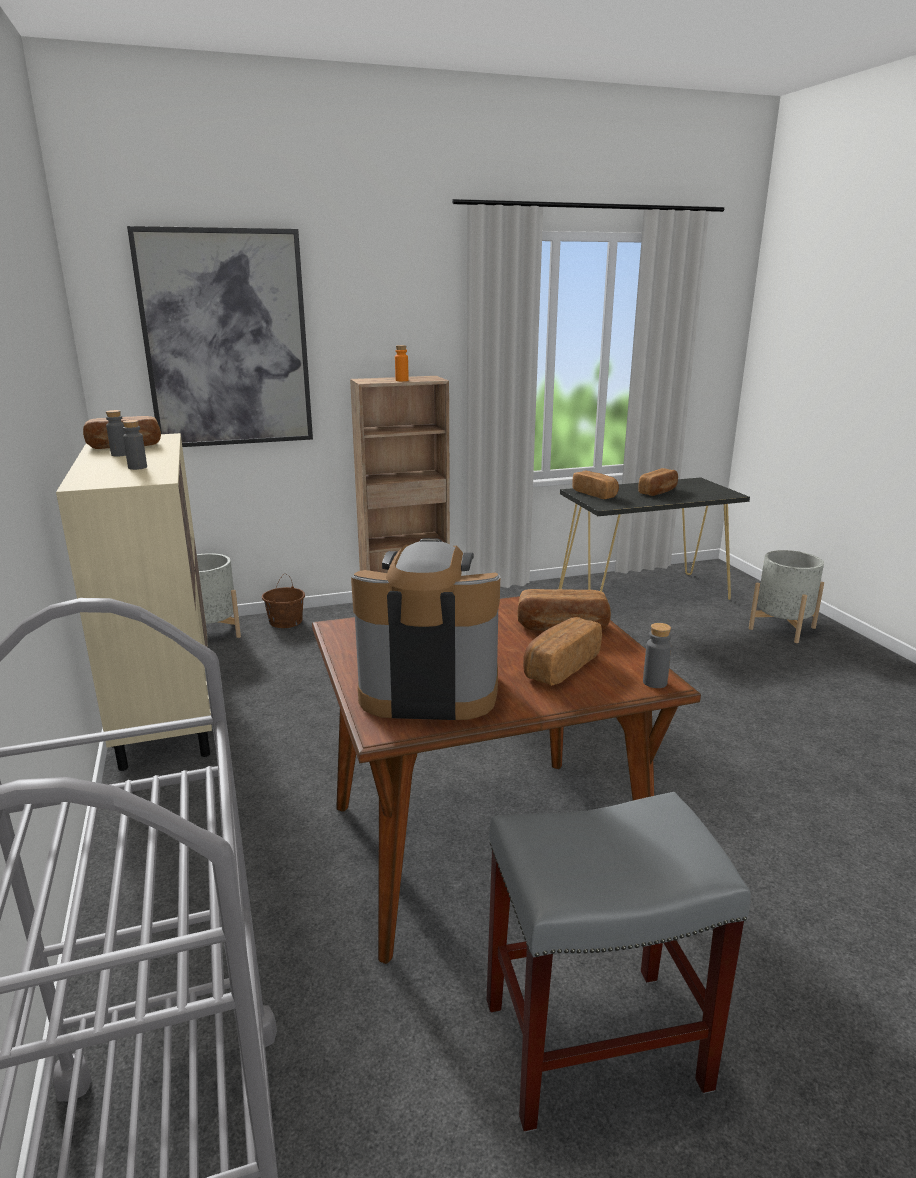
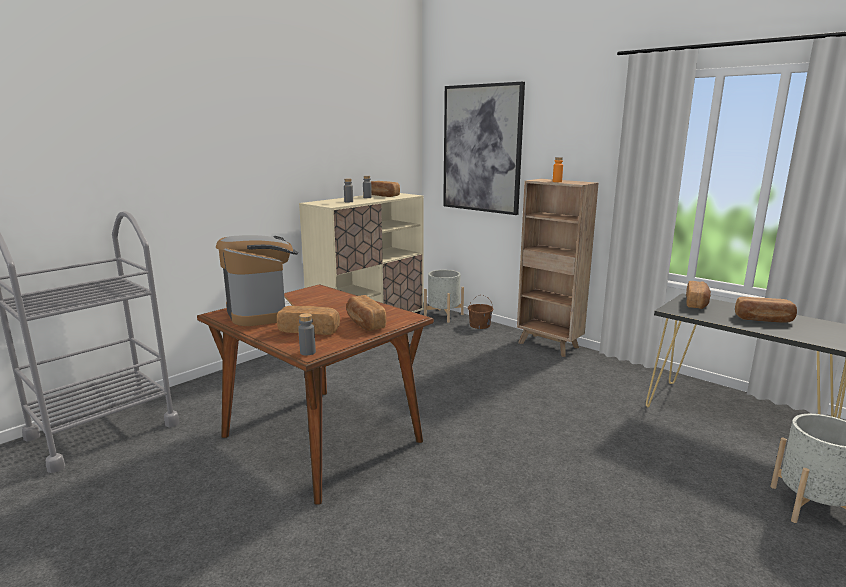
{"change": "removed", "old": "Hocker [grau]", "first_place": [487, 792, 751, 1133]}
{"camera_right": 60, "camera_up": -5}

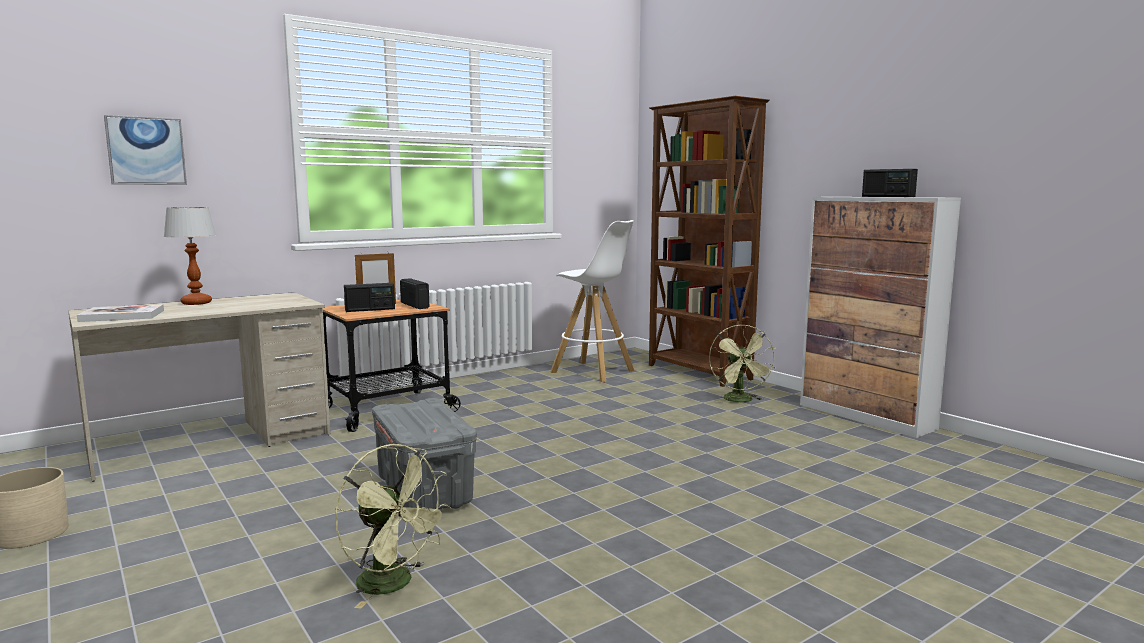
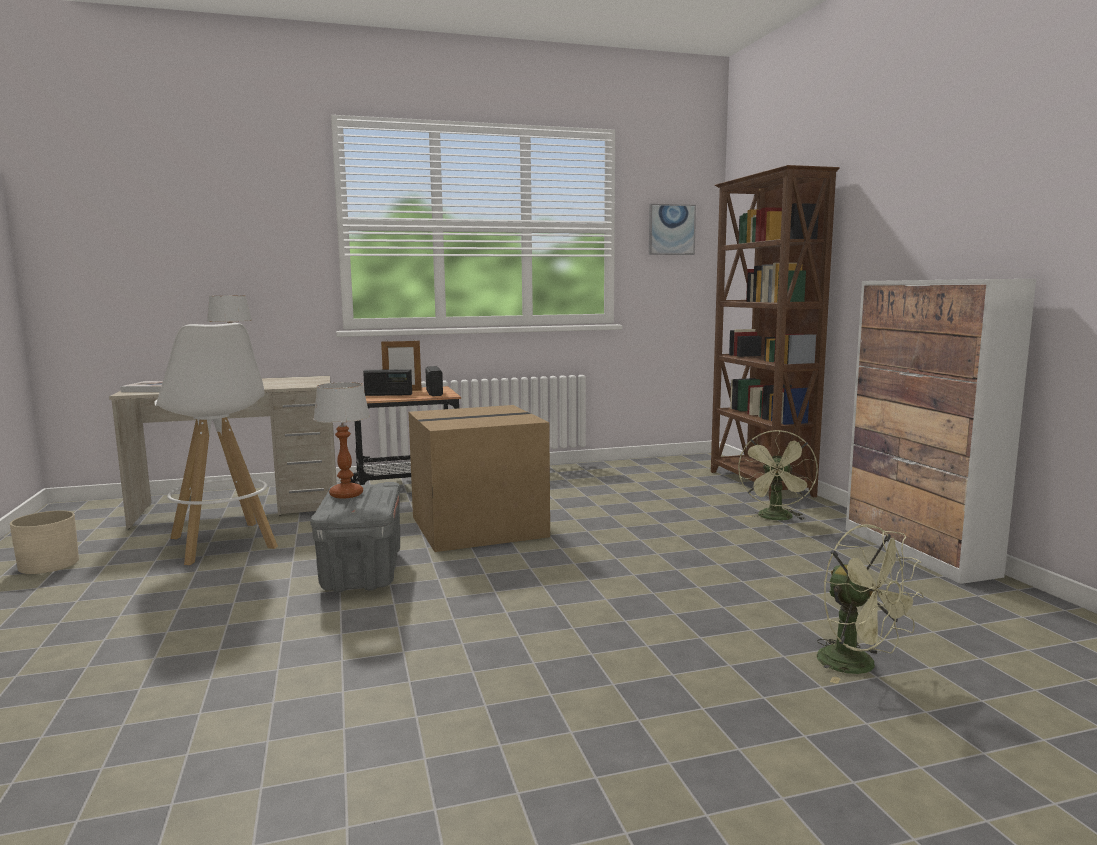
{"change": "moved", "old": "Hocker [weiß]", "first_place": [550, 220, 635, 382], "second_place": [154, 323, 278, 565]}
{"change": "added", "new": "Tischlampe", "second_place": [313, 382, 370, 498]}
{"change": "added", "new": "Karton", "second_place": [408, 405, 550, 552]}
{"change": "moved", "old": "Bild", "first_place": [104, 115, 187, 185], "second_place": [649, 204, 696, 255]}
{"change": "moved", "old": "Ventilator [grün]", "first_place": [335, 444, 451, 609], "second_place": [817, 524, 924, 684]}
{"change": "removed", "old": "Radio", "first_place": [862, 169, 918, 197]}
{"camera_right": 20, "camera_up": 0}

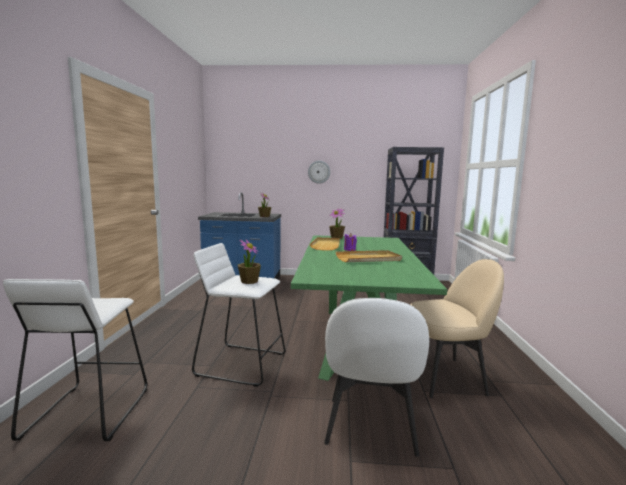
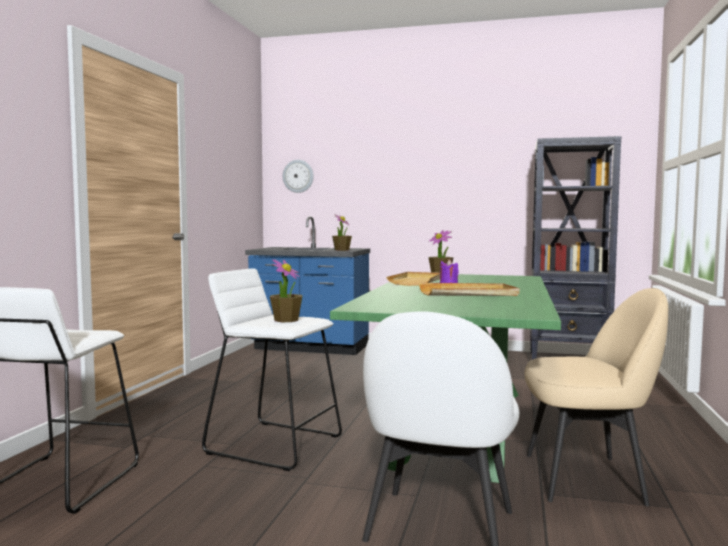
{"change": "moved", "old": "Wanduhr", "first_place": [308, 161, 330, 184], "second_place": [283, 160, 314, 193]}
{"camera_right": 10, "camera_up": -5}

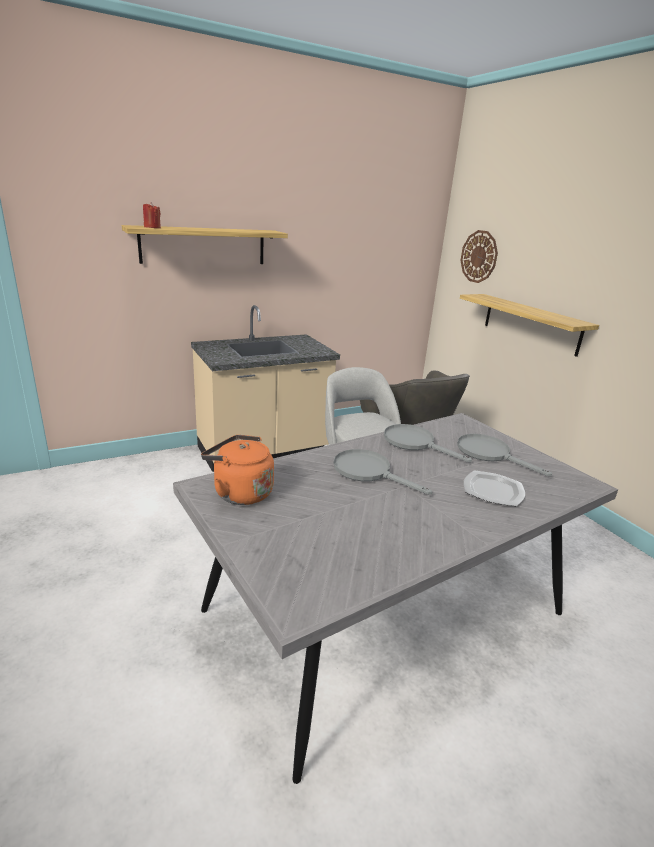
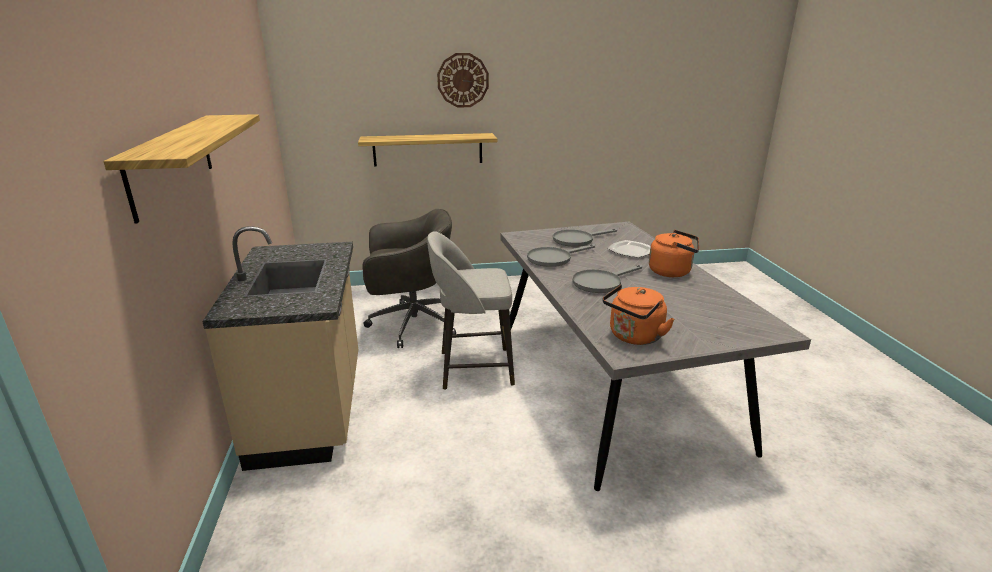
{"change": "moved", "old": "Wanduhr", "first_place": [460, 230, 498, 283], "second_place": [437, 53, 489, 108]}
{"change": "added", "new": "Wasserkessel [orange]", "second_place": [649, 230, 699, 277]}
{"change": "removed", "old": "Kerze [rot]", "first_place": [143, 202, 161, 228]}
{"camera_right": -70, "camera_up": 0}

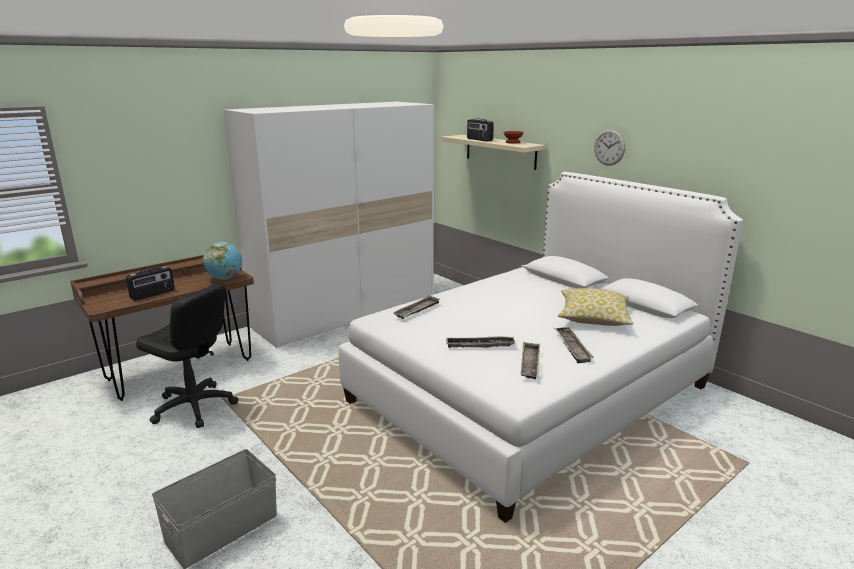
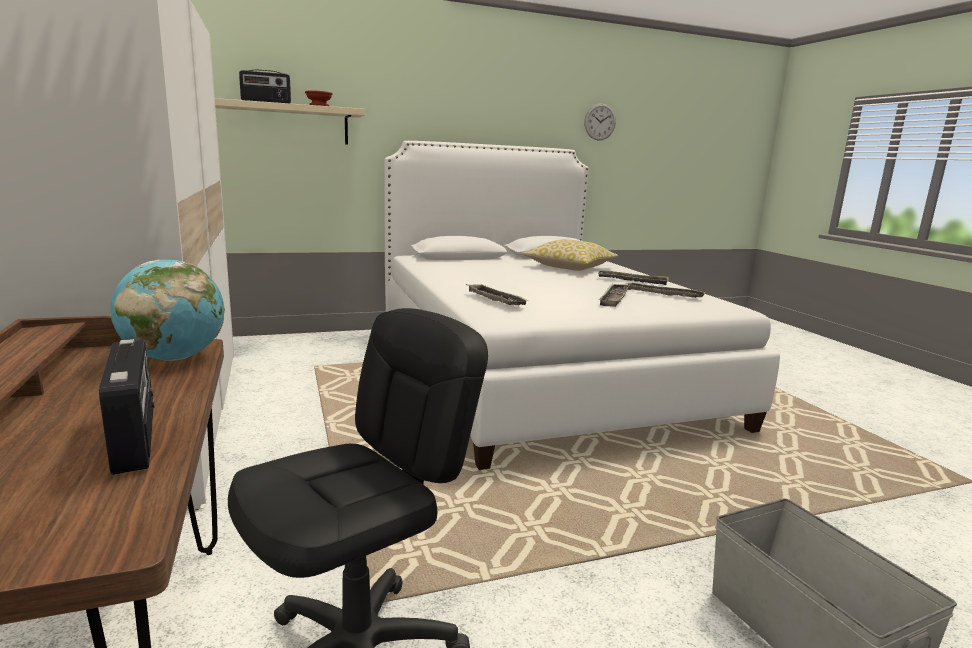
{"change": "moved", "old": "Wanduhr", "first_place": [594, 129, 625, 166], "second_place": [584, 103, 616, 141]}
{"camera_right": -70, "camera_up": -5}

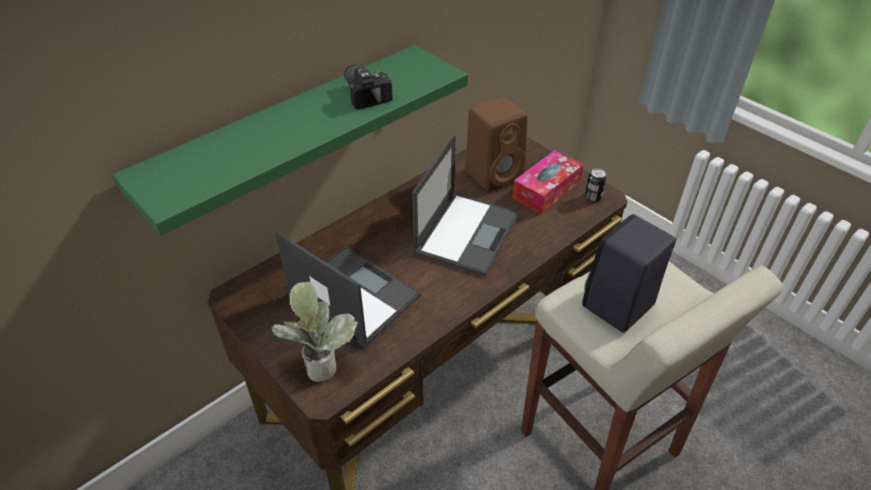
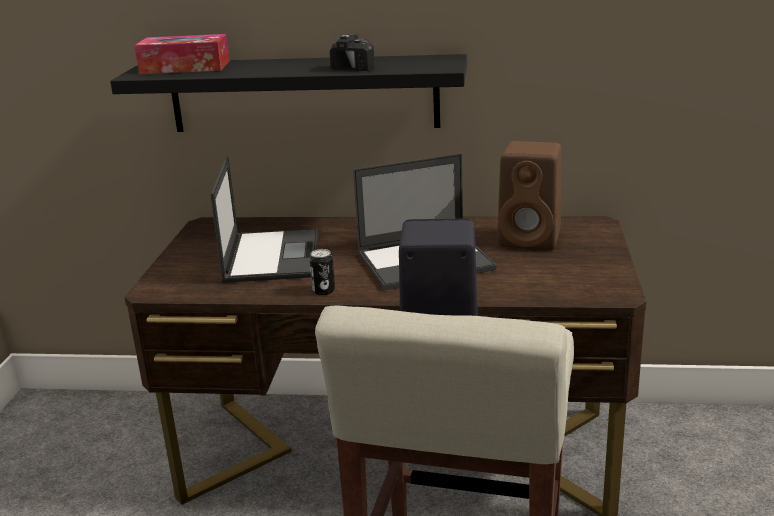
{"change": "recoloured", "old": "Wandregal [grün]", "new": "Wandregal [schwarz]", "first_place": [112, 45, 468, 236], "second_place": [110, 54, 467, 132]}
{"change": "moved", "old": "Taschentuchbox", "first_place": [512, 150, 584, 214], "second_place": [134, 34, 229, 74]}
{"change": "moved", "old": "Dose", "first_place": [585, 168, 607, 202], "second_place": [309, 249, 335, 295]}
{"change": "removed", "old": "Topfpflanze", "first_place": [271, 282, 358, 382]}
{"camera_right": 50, "camera_up": -20}

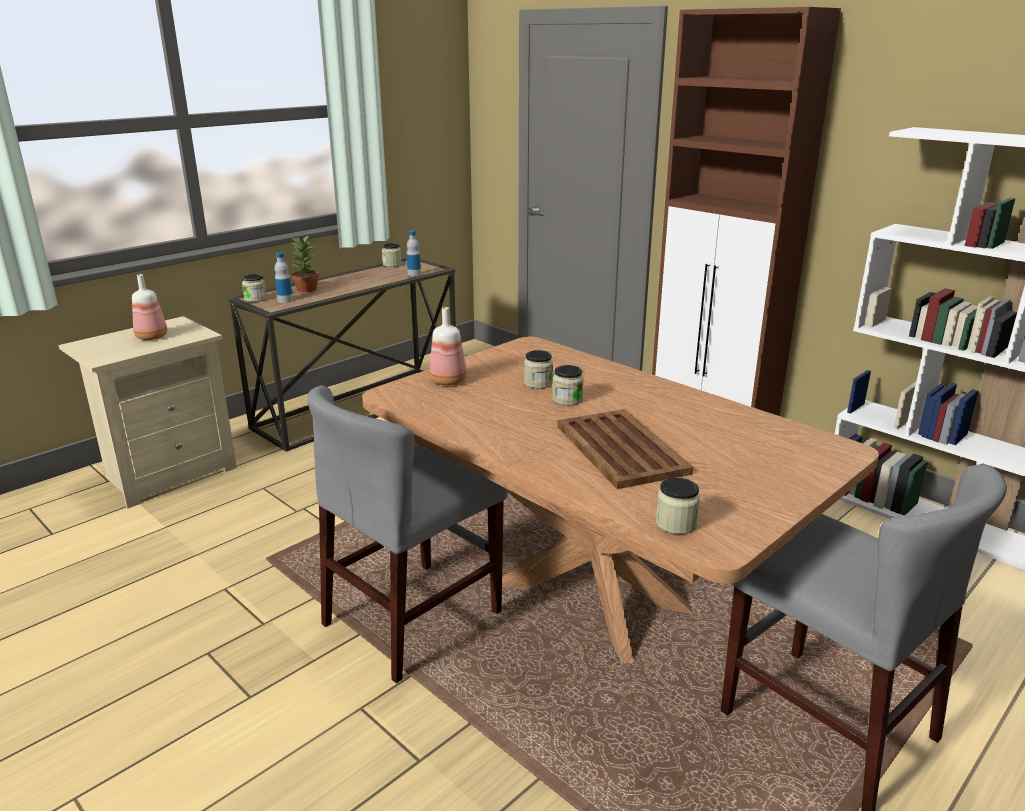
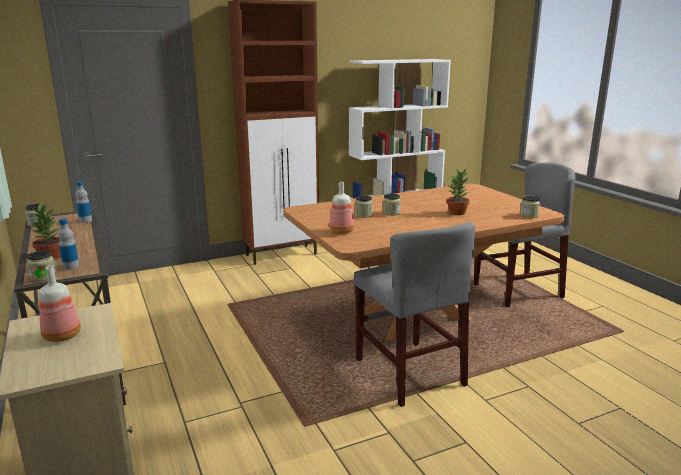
{"change": "replaced", "old": "Tablett [braun]", "new": "Topfpflanze", "first_place": [557, 409, 693, 489], "second_place": [447, 169, 470, 215]}
{"camera_right": -70, "camera_up": -5}

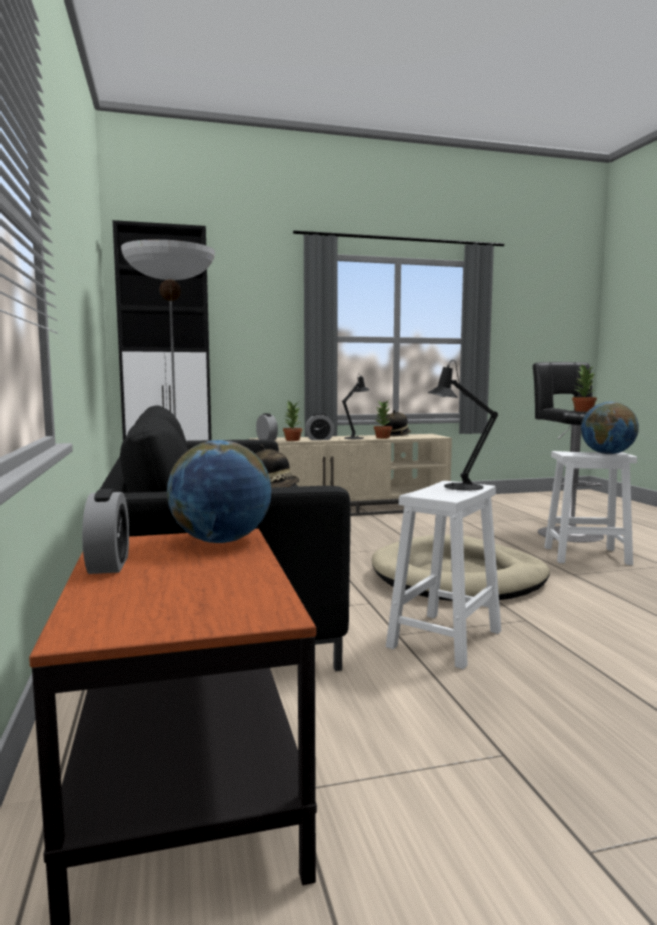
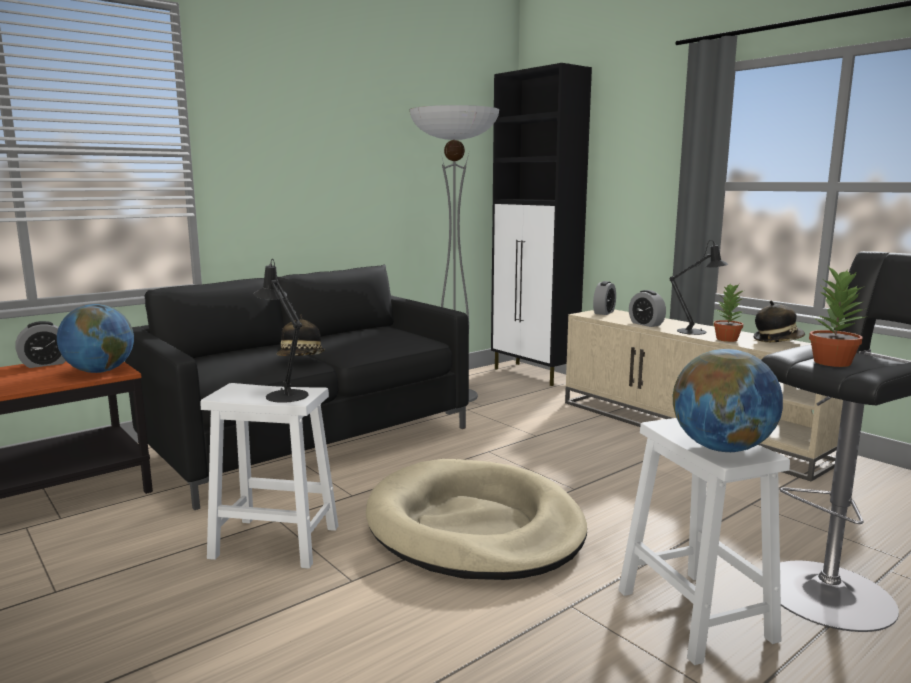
{"change": "removed", "old": "Topfpflanze", "first_place": [283, 401, 302, 441]}
{"camera_right": 65, "camera_up": 5}

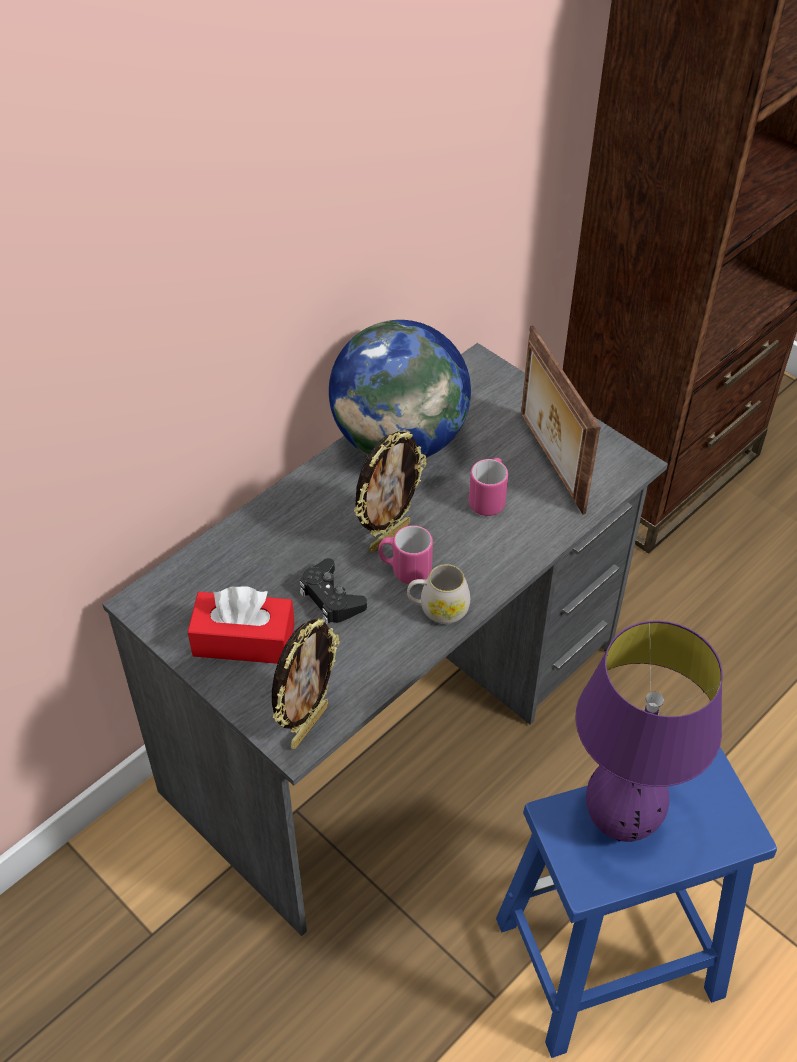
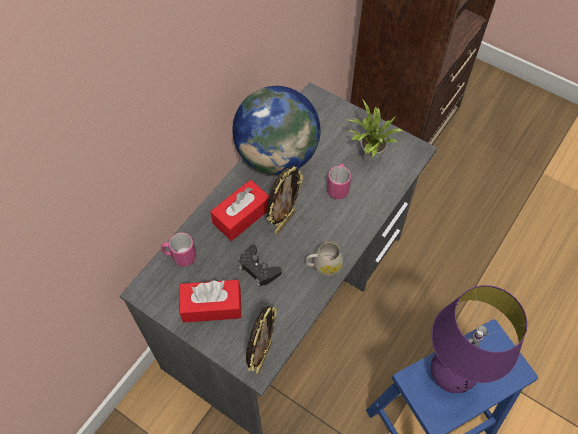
{"change": "moved", "old": "Henkelbecher [rosa]", "first_place": [378, 525, 433, 584], "second_place": [161, 232, 196, 267]}
{"change": "added", "new": "Taschentuchbox [rot]", "second_place": [210, 180, 269, 241]}
{"change": "replaced", "old": "Bilderrahmen", "new": "Topfpflanze", "first_place": [521, 325, 601, 515], "second_place": [349, 99, 404, 164]}
{"camera_right": -10, "camera_up": 10}

